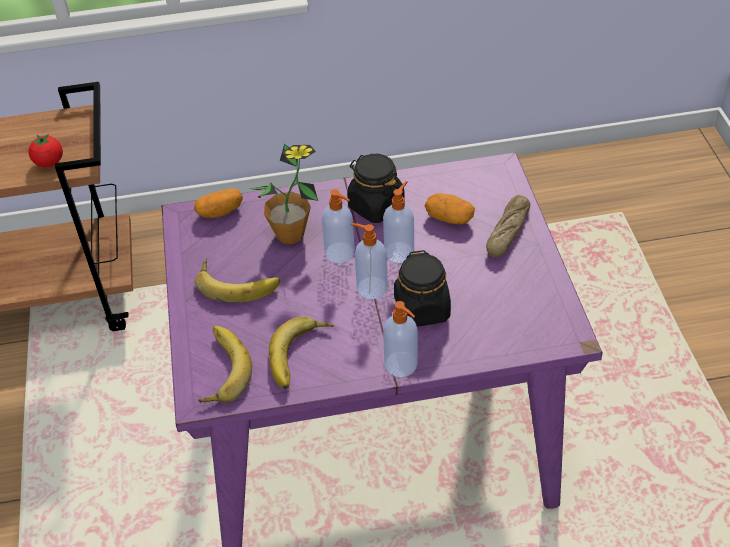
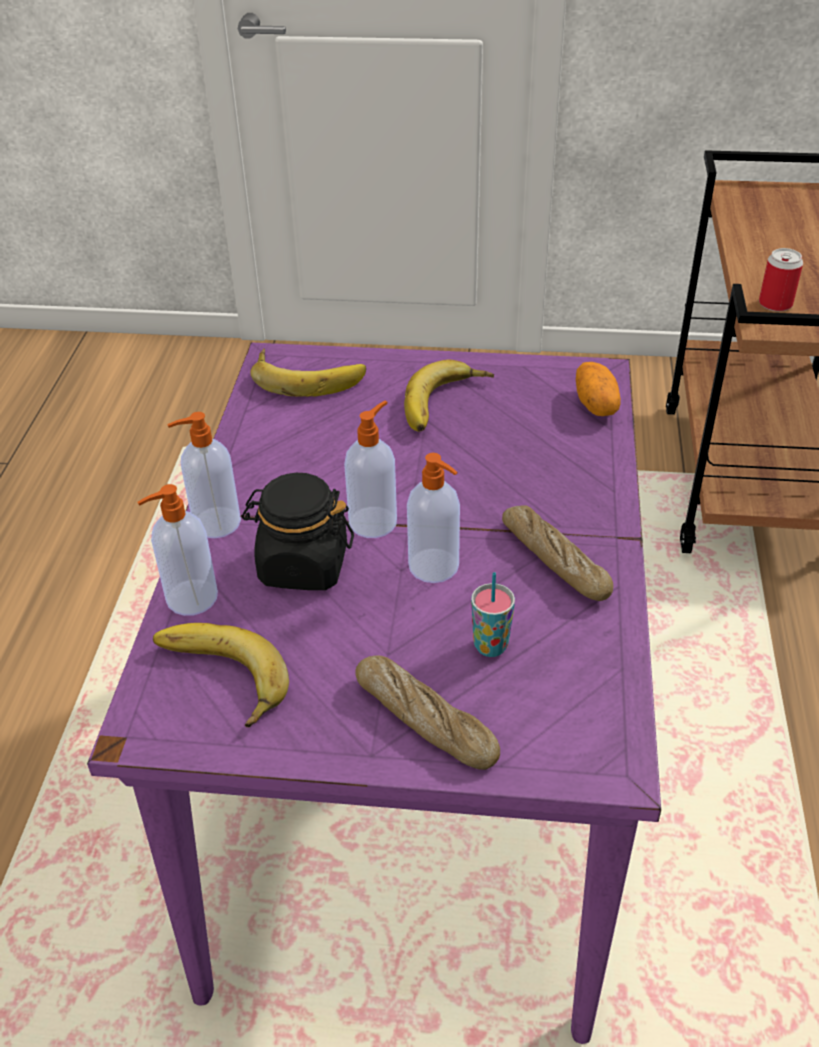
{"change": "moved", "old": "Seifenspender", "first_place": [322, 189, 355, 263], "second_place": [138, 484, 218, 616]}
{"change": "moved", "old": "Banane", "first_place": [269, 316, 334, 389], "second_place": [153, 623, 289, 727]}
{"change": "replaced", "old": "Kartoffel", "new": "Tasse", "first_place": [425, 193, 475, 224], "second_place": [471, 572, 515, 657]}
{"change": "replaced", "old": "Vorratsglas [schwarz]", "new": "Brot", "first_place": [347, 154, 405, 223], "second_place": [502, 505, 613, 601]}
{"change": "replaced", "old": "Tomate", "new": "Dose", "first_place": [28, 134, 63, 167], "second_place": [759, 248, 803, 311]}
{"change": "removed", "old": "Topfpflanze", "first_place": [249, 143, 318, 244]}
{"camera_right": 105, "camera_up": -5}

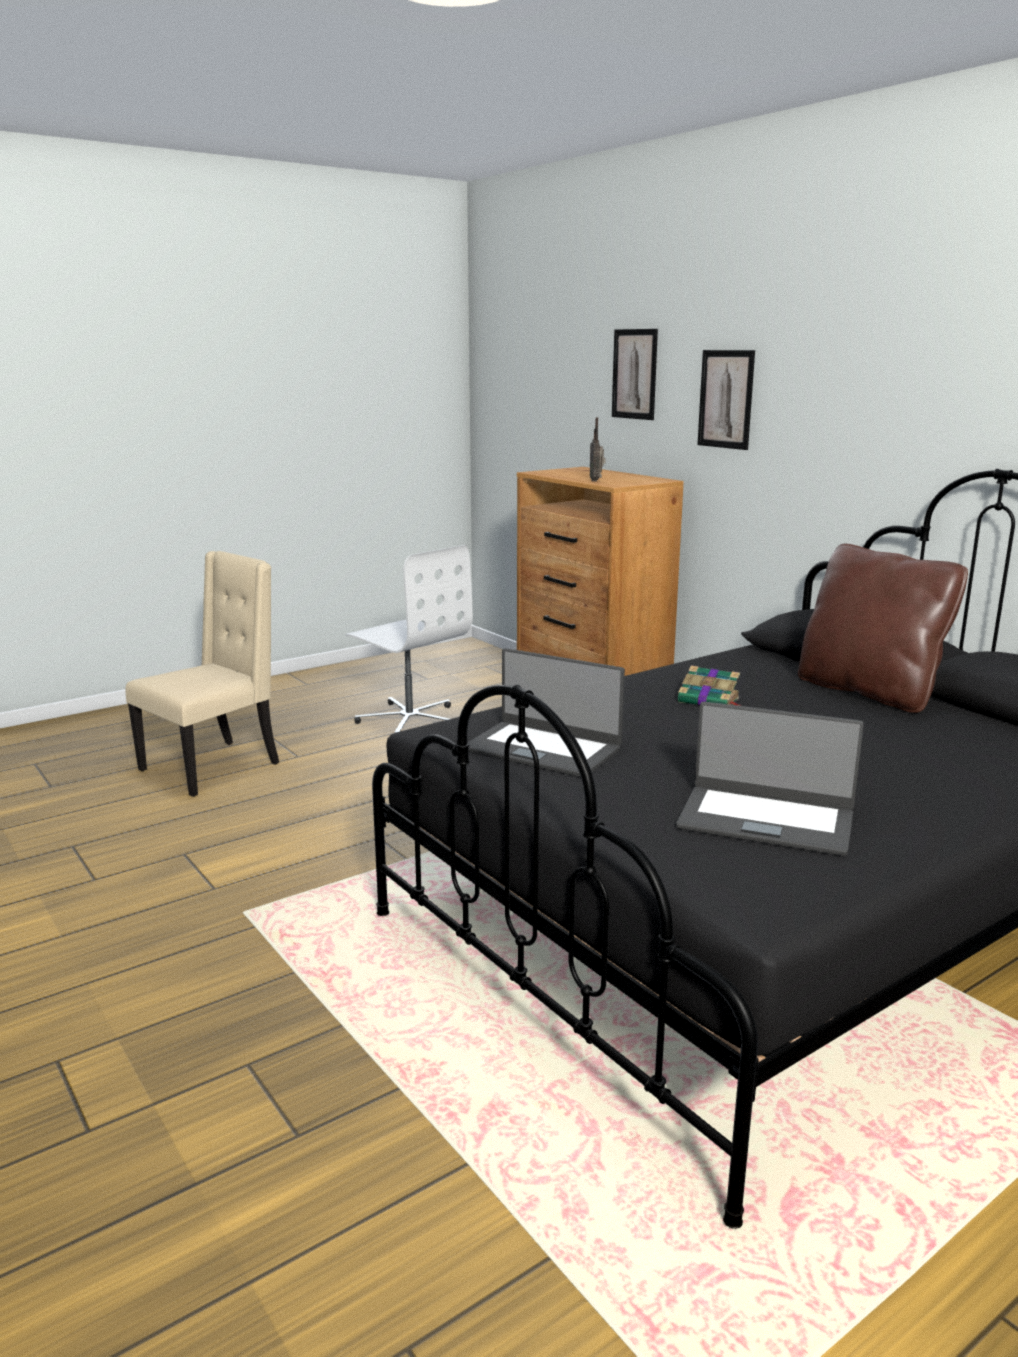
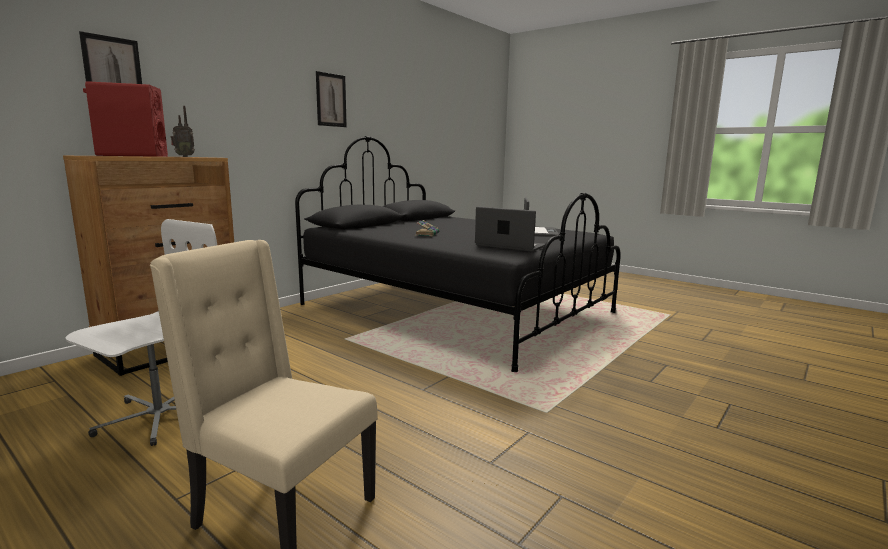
{"change": "added", "new": "Lautsprecher [rot]", "second_place": [83, 81, 168, 157]}
{"change": "moved", "old": "Bild", "first_place": [697, 350, 755, 450], "second_place": [316, 71, 347, 127]}
{"change": "turned", "old": "Laptop", "first_place": [467, 648, 625, 777], "second_place": [475, 207, 545, 252], "degrees": -75}
{"change": "removed", "old": "Kissen [braun]", "first_place": [798, 544, 968, 713]}
{"camera_right": -105, "camera_up": -5}

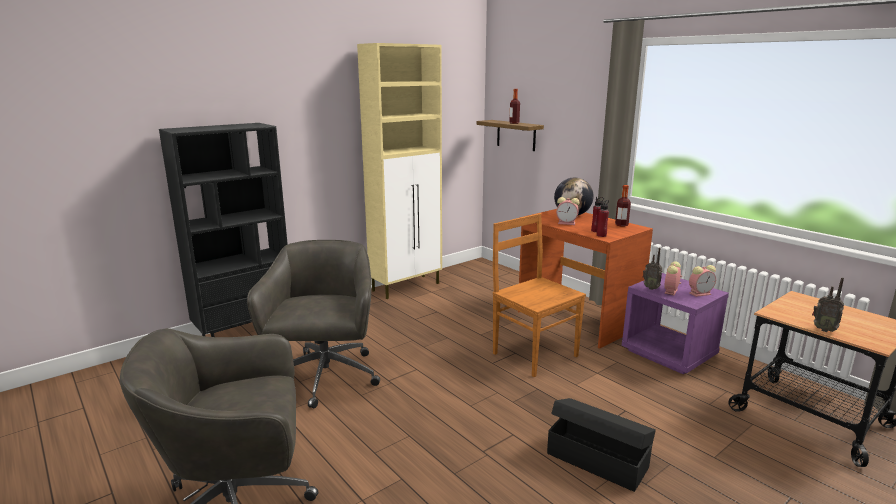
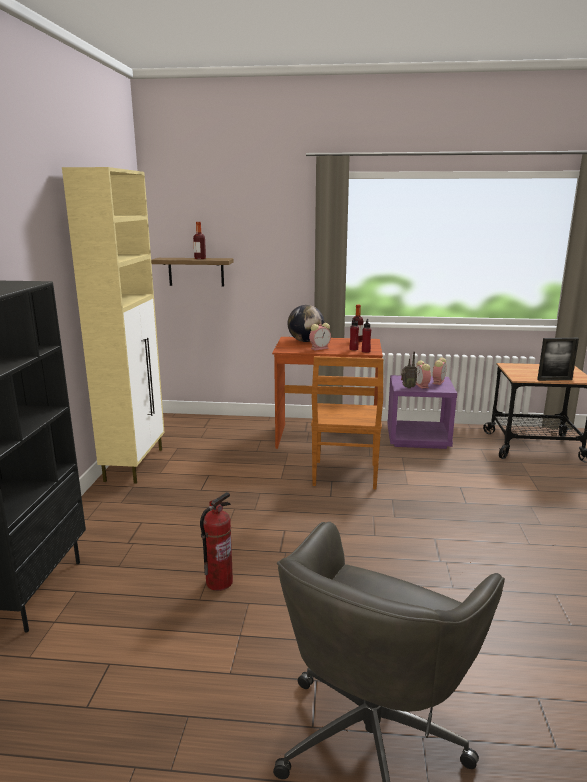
{"change": "replaced", "old": "Bürostuhl [grau]", "new": "Feuerlöscher", "first_place": [247, 240, 380, 409], "second_place": [200, 492, 233, 591]}
{"change": "turned", "old": "Stuhl [braun]", "first_place": [493, 213, 586, 377], "second_place": [311, 356, 383, 489], "degrees": -90}
{"change": "replaced", "old": "Radio", "new": "Bilderrahmen", "first_place": [812, 277, 844, 332], "second_place": [537, 338, 579, 381]}
{"change": "removed", "old": "Aufbewahrungsbox [schwarz]", "first_place": [547, 398, 656, 492]}
{"camera_right": -45, "camera_up": 0}

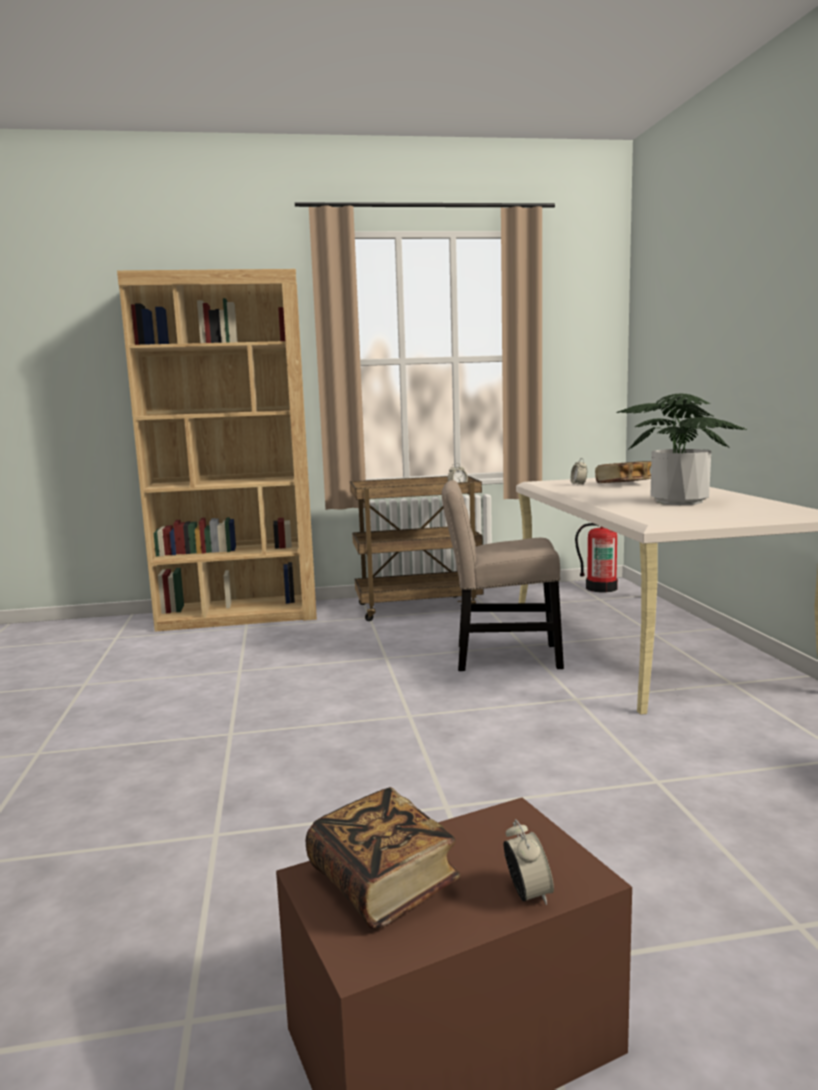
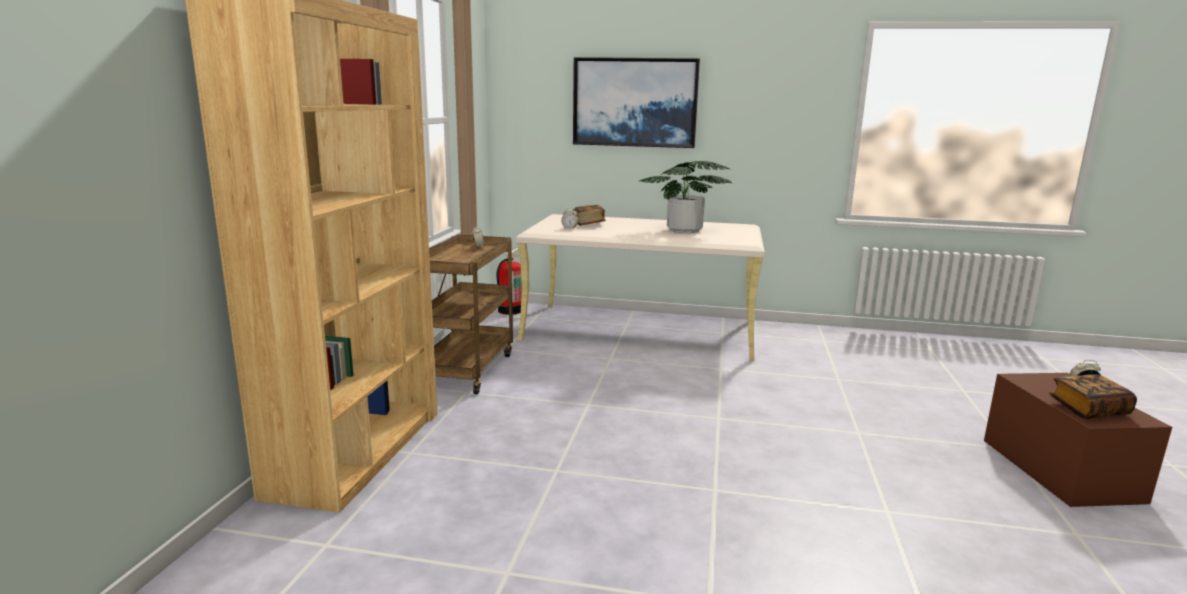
{"change": "added", "new": "Bild", "second_place": [573, 57, 700, 148]}
{"change": "removed", "old": "Stuhl [beige]", "first_place": [442, 480, 564, 671]}
{"camera_right": -70, "camera_up": 5}

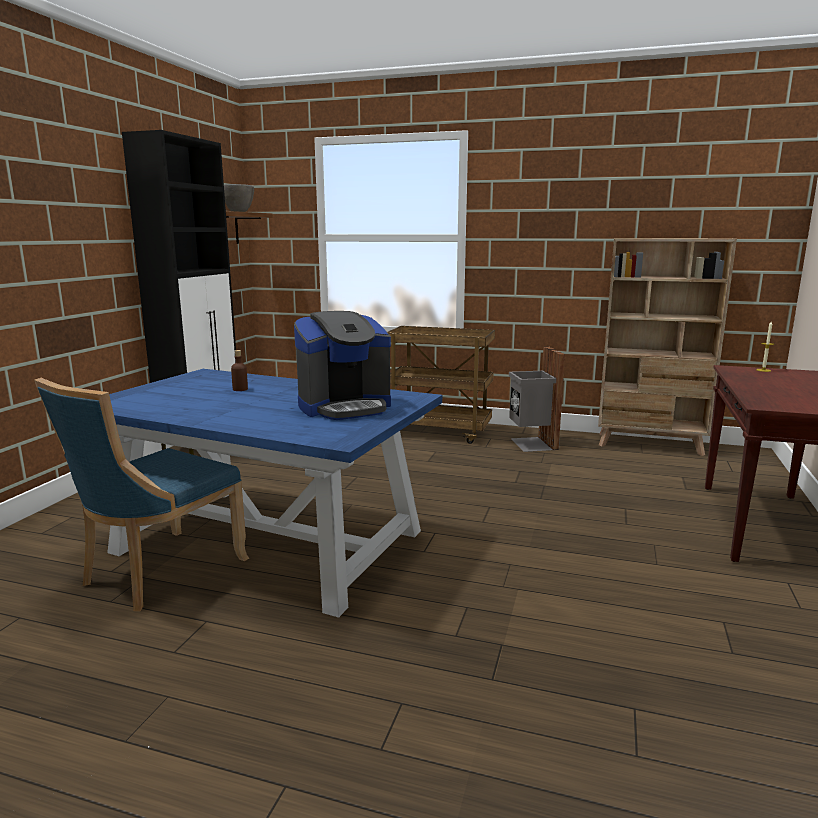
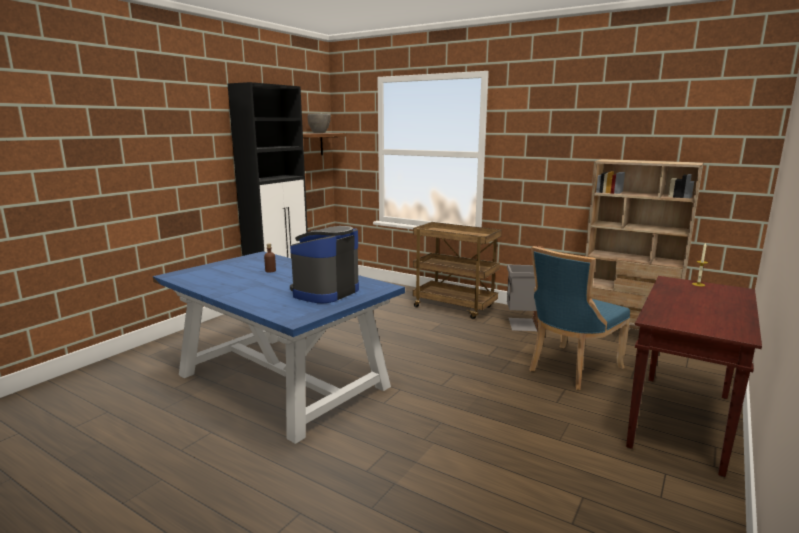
{"change": "turned", "old": "Kaffeemaschine", "first_place": [294, 311, 391, 420], "second_place": [290, 226, 359, 303], "degrees": 135}
{"change": "moved", "old": "Stuhl [blau]", "first_place": [34, 378, 249, 611], "second_place": [529, 246, 630, 390]}
{"camera_right": 15, "camera_up": 0}

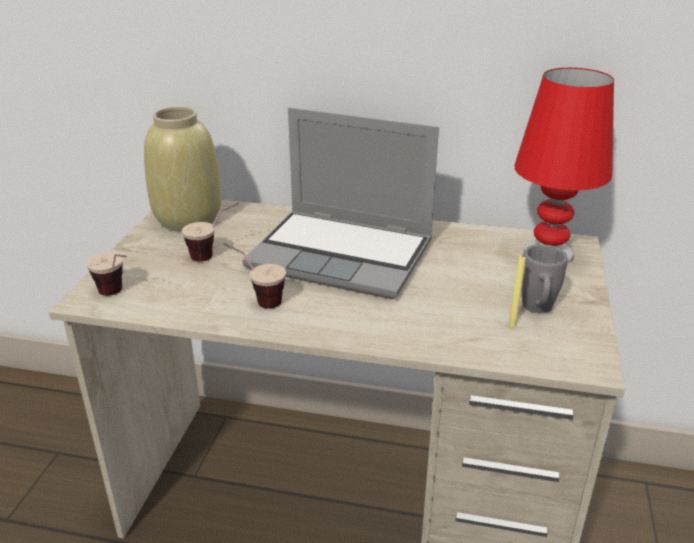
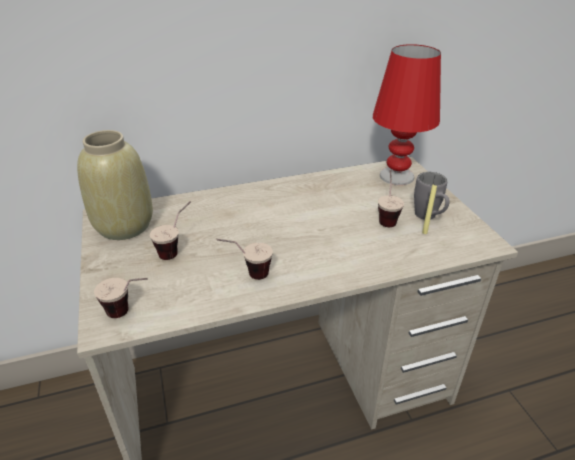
{"change": "added", "new": "Tasse", "second_place": [378, 170, 404, 227]}
{"change": "removed", "old": "Laptop", "first_place": [242, 108, 439, 299]}
{"camera_right": -30, "camera_up": 5}

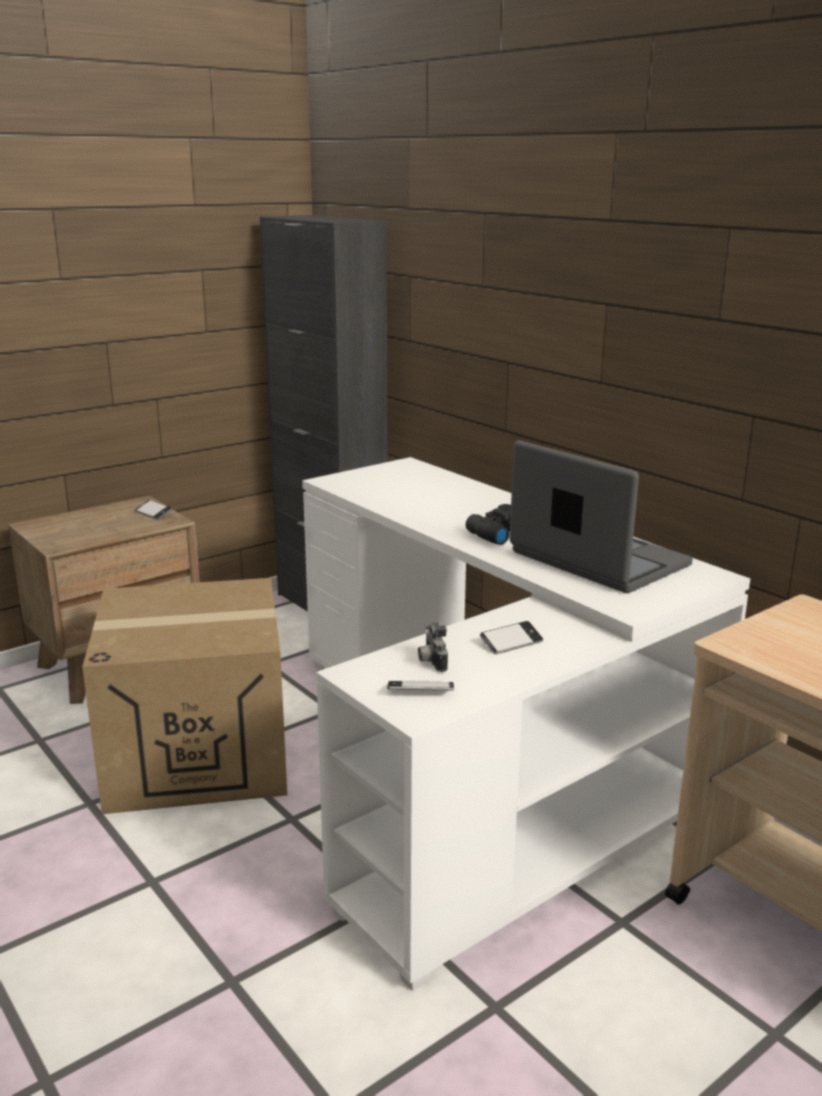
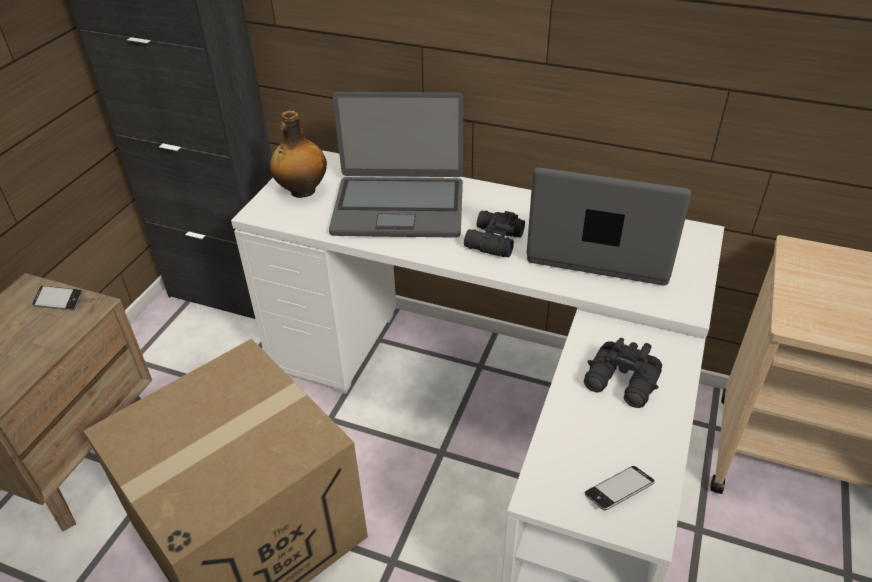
{"change": "added", "new": "Flasche", "second_place": [270, 110, 327, 198]}
{"change": "added", "new": "Laptop", "second_place": [329, 92, 463, 238]}
{"change": "replaced", "old": "Handy", "new": "Fernglas [schwarz]", "first_place": [480, 621, 543, 654], "second_place": [584, 338, 662, 408]}
{"change": "removed", "old": "Kamera", "first_place": [418, 622, 448, 672]}
{"camera_right": -30, "camera_up": 20}

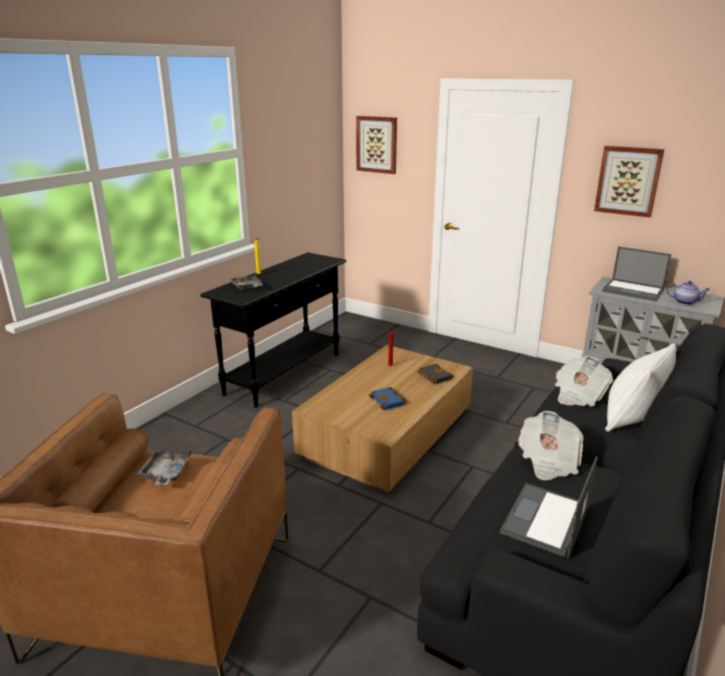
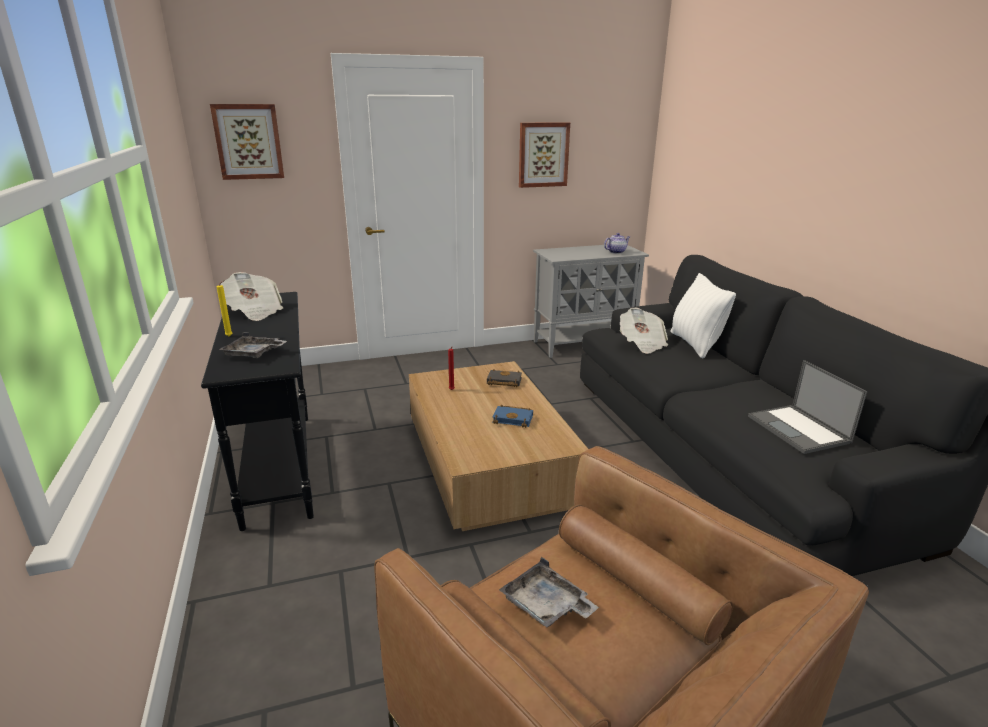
{"change": "moved", "old": "Zeitung", "first_place": [518, 411, 584, 480], "second_place": [220, 272, 283, 321]}
{"change": "removed", "old": "Laptop", "first_place": [602, 246, 671, 301]}
{"camera_right": -50, "camera_up": 0}

